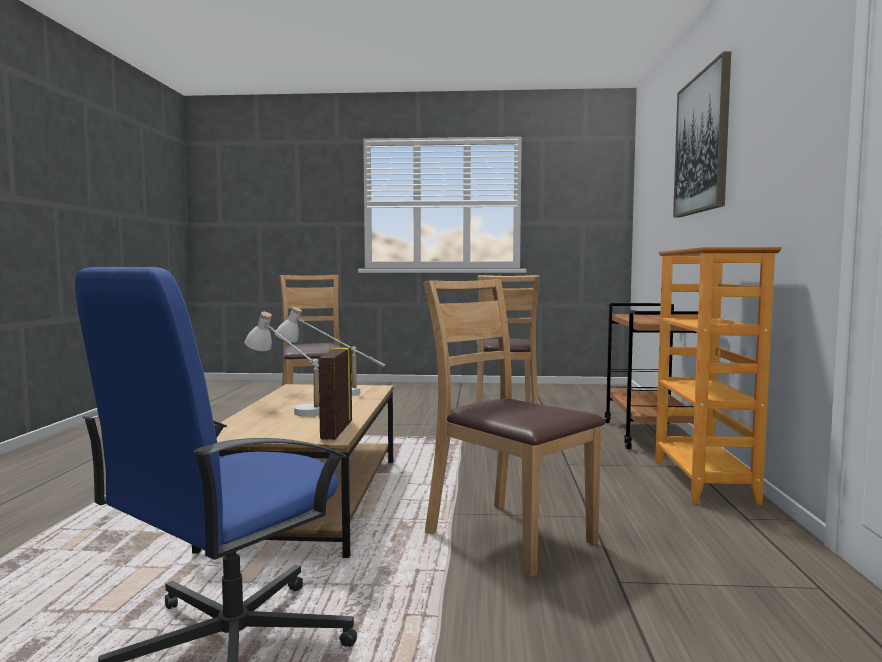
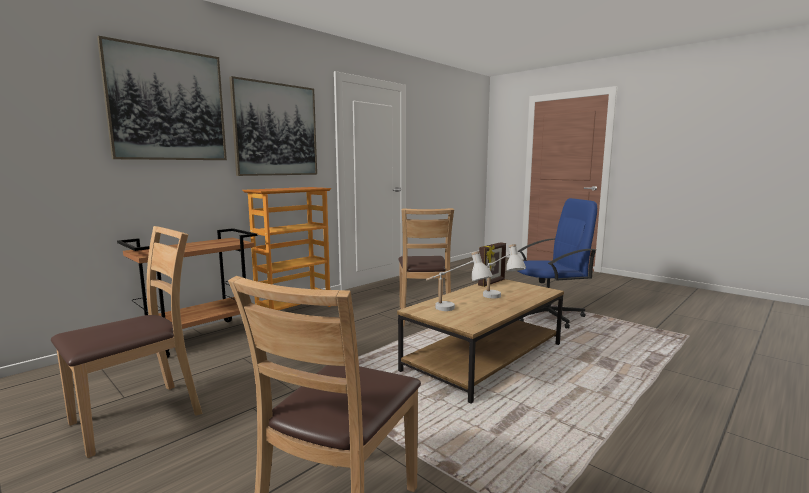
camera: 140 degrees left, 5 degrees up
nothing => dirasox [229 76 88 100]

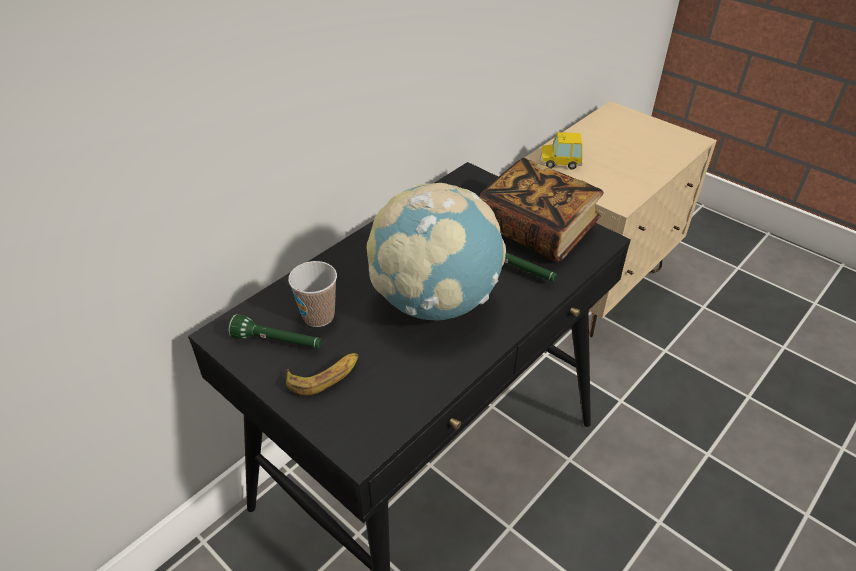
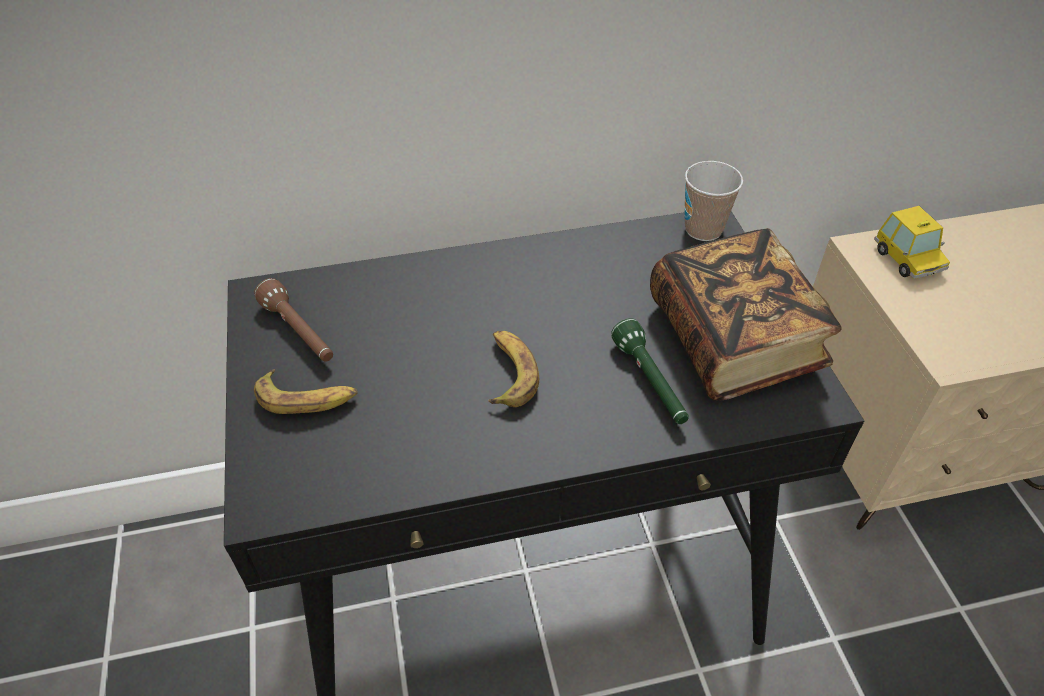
camera: 35 degrees right, 5 degrees up
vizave [540 132 42 38] => vizave [874 206 76 73], 150 degrees counterclockwise
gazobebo [367 183 139 138] => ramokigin [488 331 51 76]
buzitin [288 261 49 66] => buzitin [684 161 59 80], move
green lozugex [228 314 94 34] => brown lozugex [254 278 79 84]

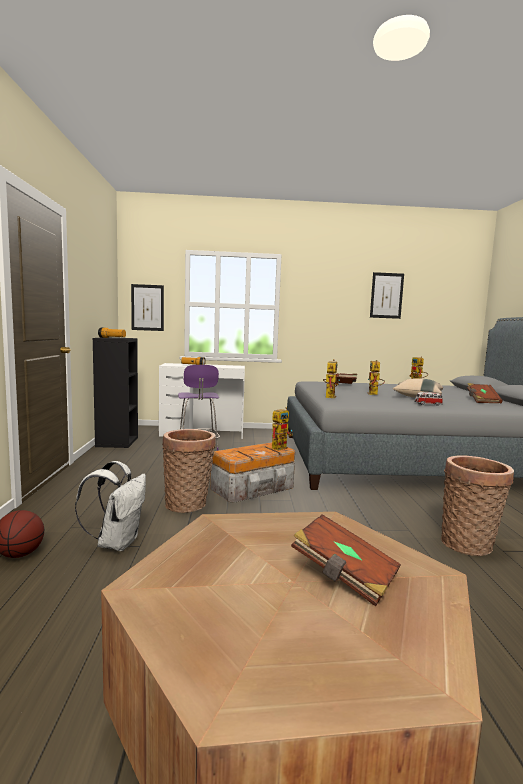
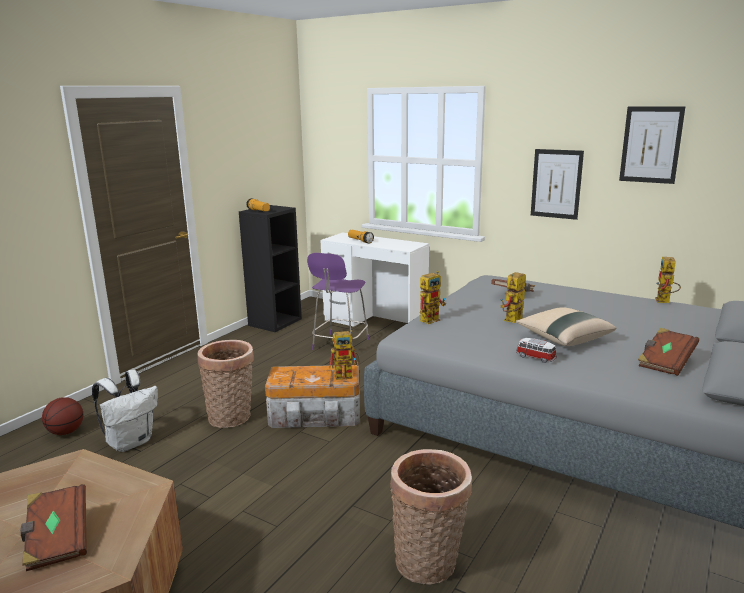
camera: 35 degrees right, 10 degrees up
dirasox [131 284 33 47] => dirasox [531 149 53 71], move

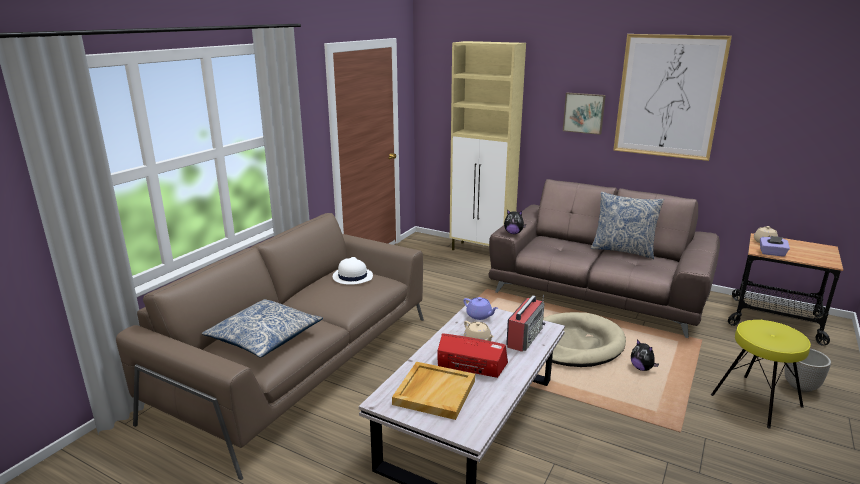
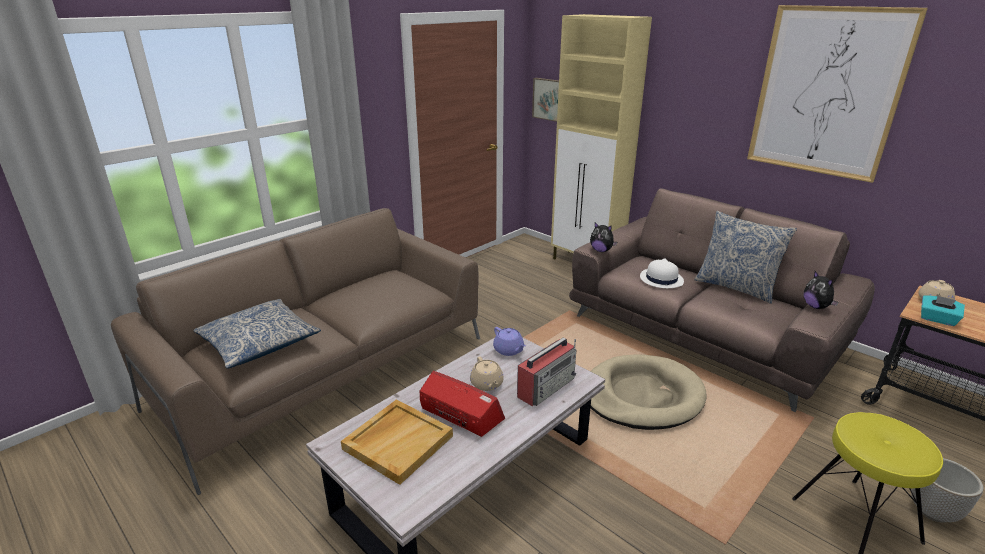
camera: 15 degrees right, 5 degrees up
dirasox [563 93 43 42] => dirasox [532 78 27 44], move
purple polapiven [760 236 30 20] => turquoise polapiven [921 295 44 31]
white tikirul [333 257 40 28] => white tikirul [640 259 44 29], move
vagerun [631 339 28 32] => vagerun [804 271 35 38], move

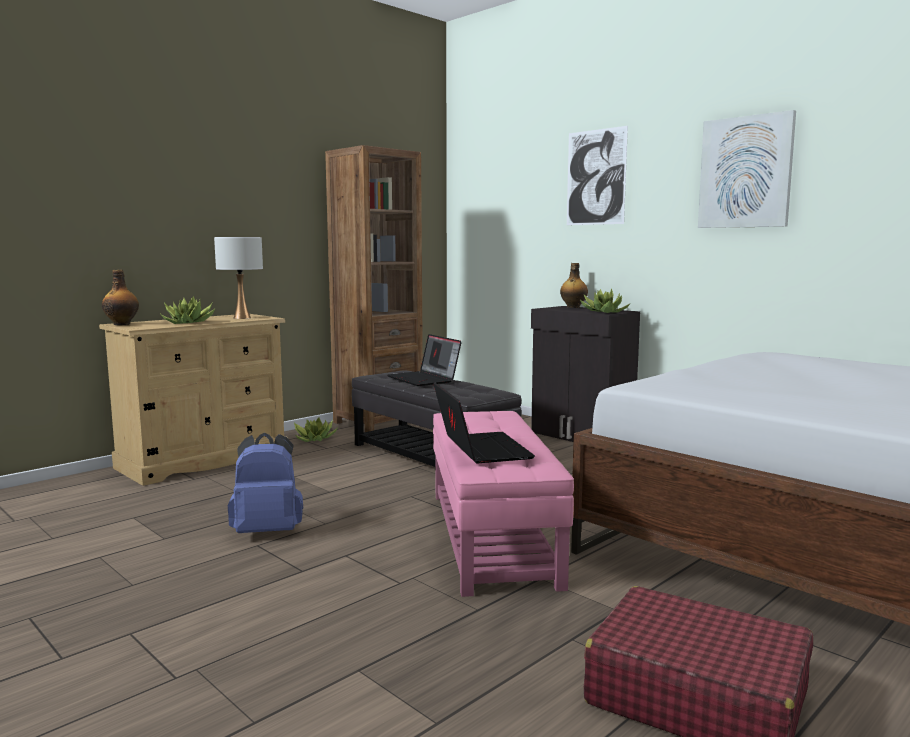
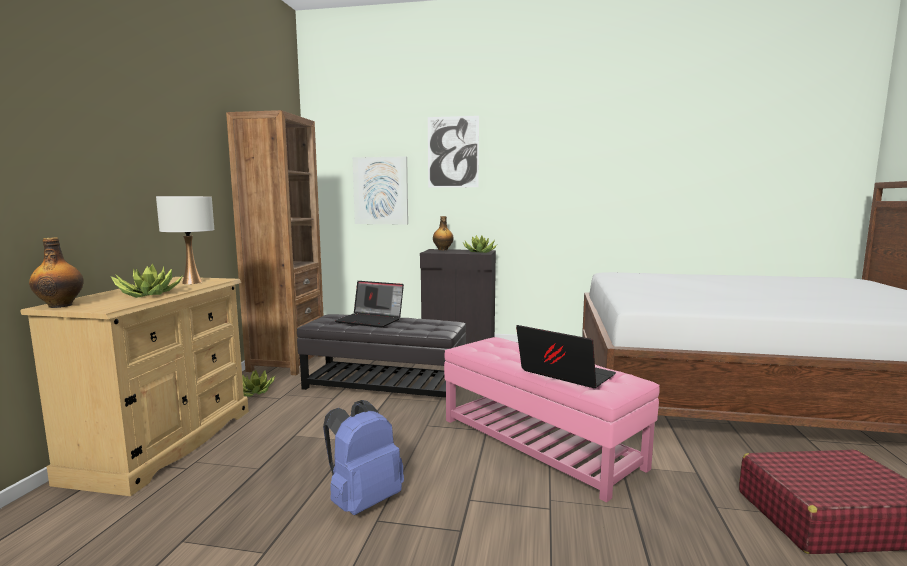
camera: 35 degrees left, 0 degrees up
dirasox [698 110 98 118] => dirasox [353 156 55 69], move

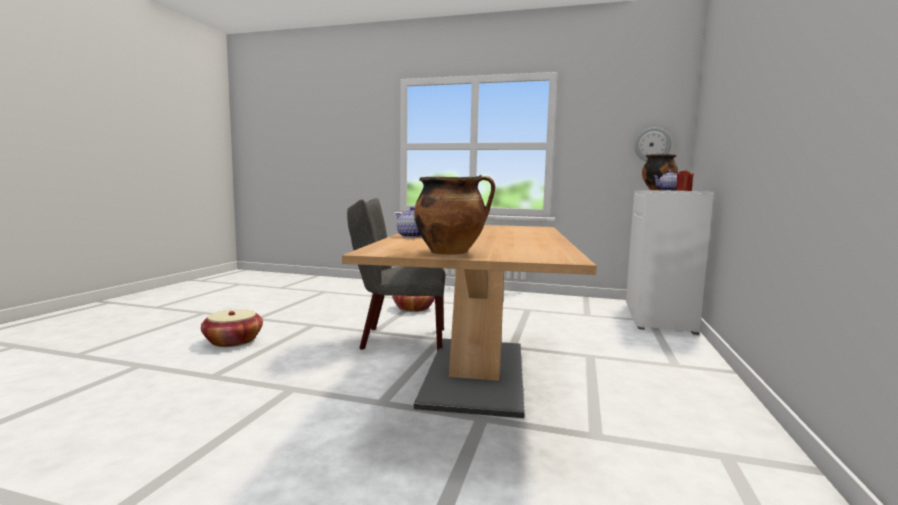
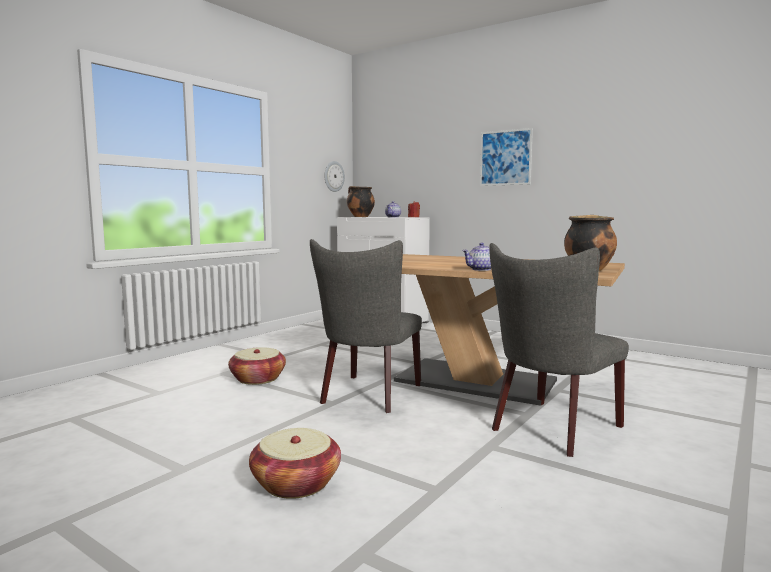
camera: 70 degrees left, 0 degrees up
nothing => dirasox [480 128 53 58]
nothing => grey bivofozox [489 243 140 214]

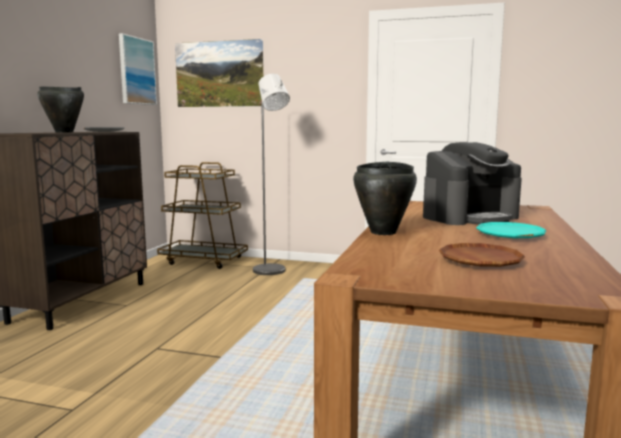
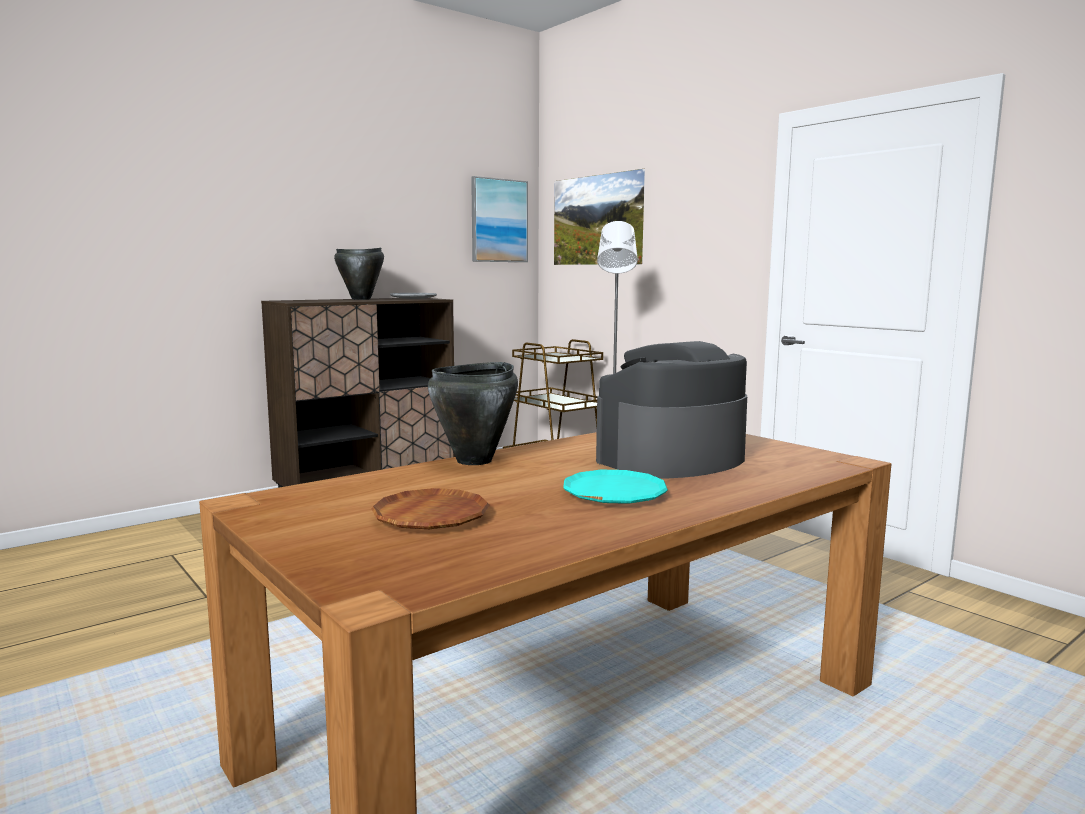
camera: 35 degrees right, 0 degrees up
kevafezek [423 142 99 83] => kevafezek [596 341 151 138], 135 degrees clockwise

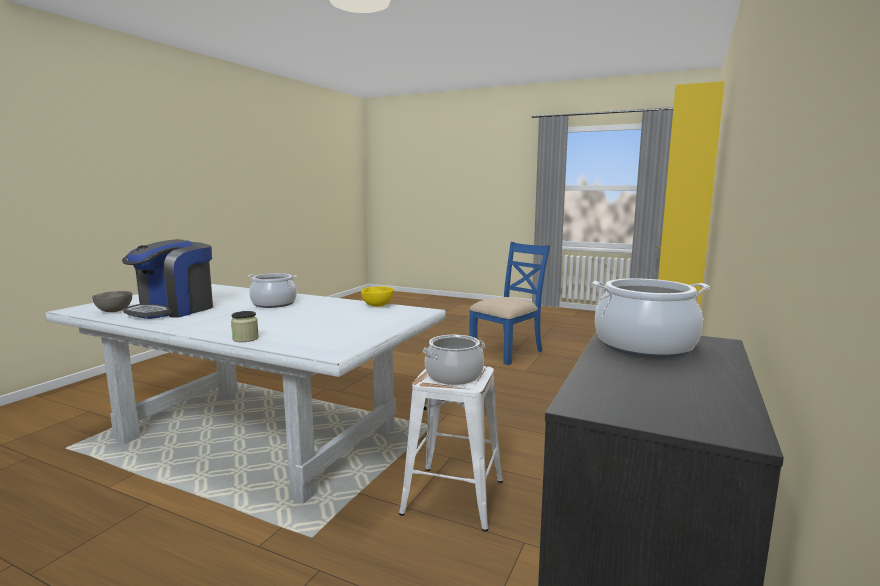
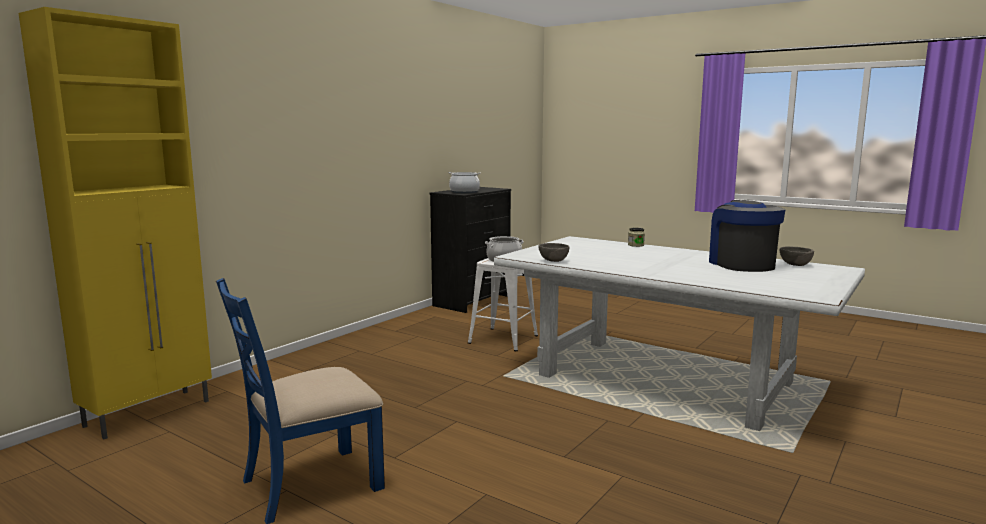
camera: 170 degrees left, 0 degrees up
kevafezek [122 239 91 80] => kevafezek [709 200 77 72], 45 degrees counterclockwise
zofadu [247 273 50 35] => nothing
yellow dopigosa [361 286 33 21] => grey dopigosa [539 243 30 19]

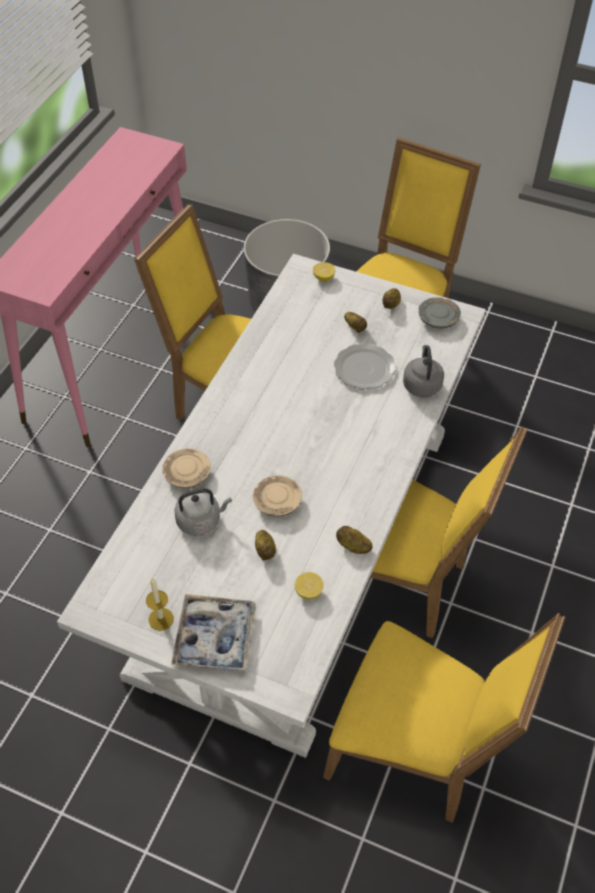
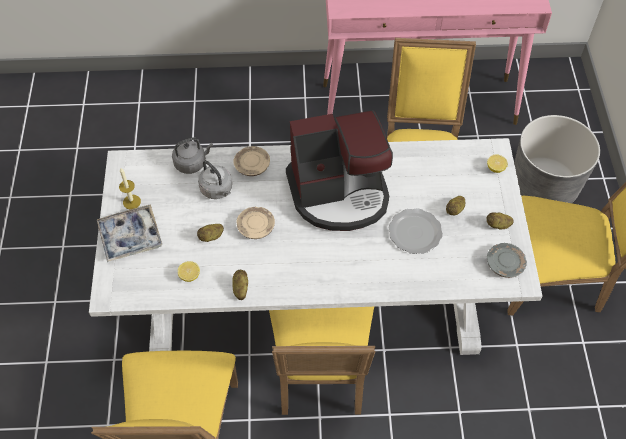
camera: 65 degrees right, 5 degrees up
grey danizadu [403 345 41 52] => grey danizadu [172 137 41 37], move
nothing => kevafezek [286 110 107 121]

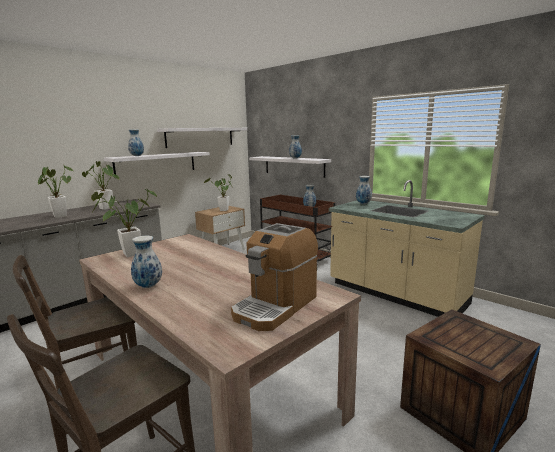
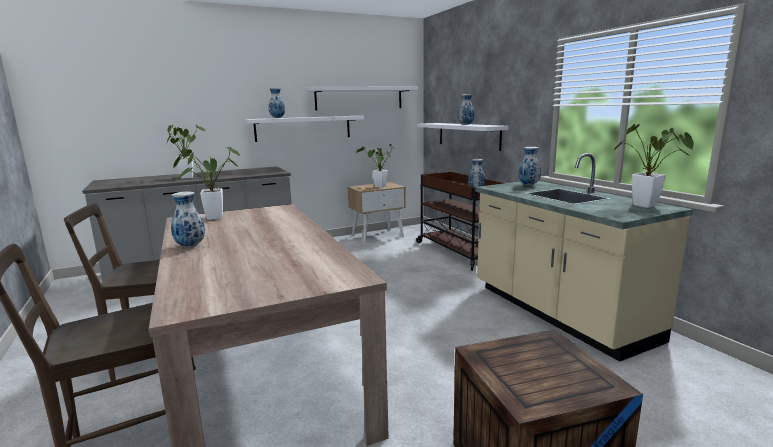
camera: 20 degrees right, 0 degrees up
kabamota [82 161 37 49] => kabamota [614 124 80 84], move
kevafezek [231 223 87 108] => nothing

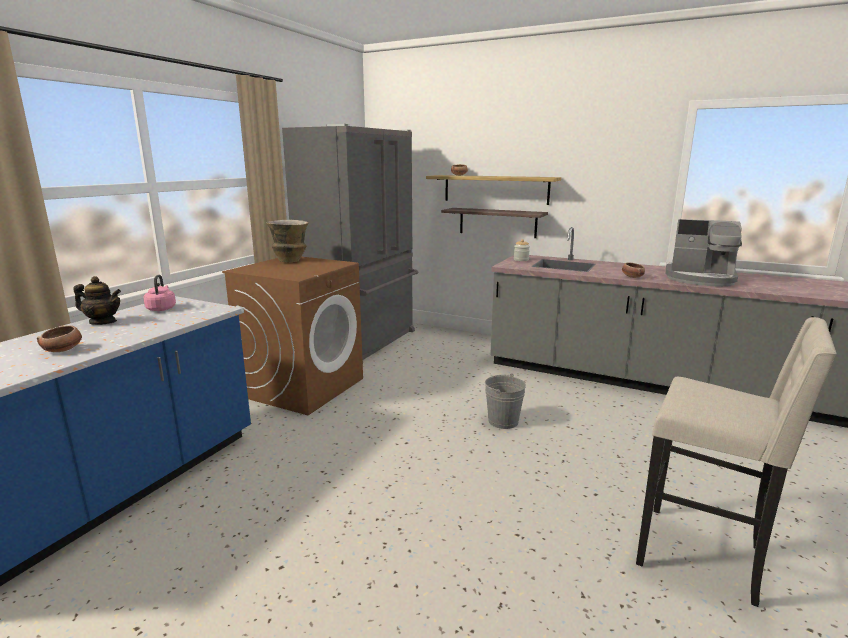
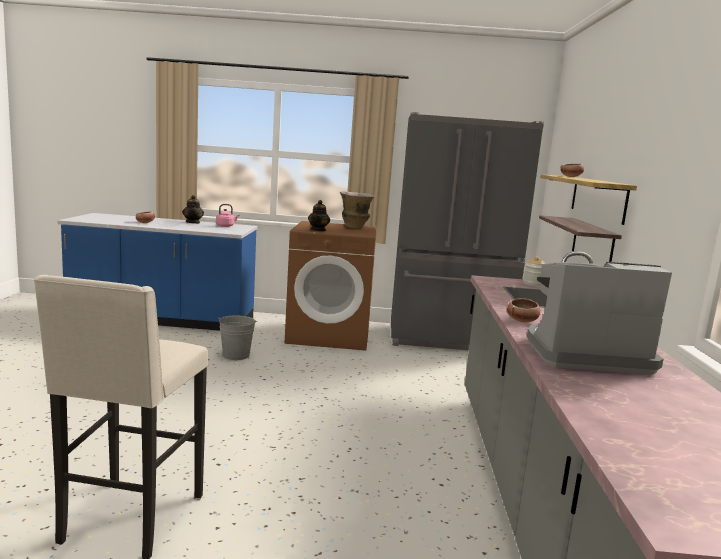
camera: 65 degrees right, 5 degrees down
kevafezek [666 219 76 68] => kevafezek [527 262 145 113], 90 degrees clockwise
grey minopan [485 373 41 56] => grey minopan [218 316 39 44], move
nothing => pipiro [308 200 22 31]

